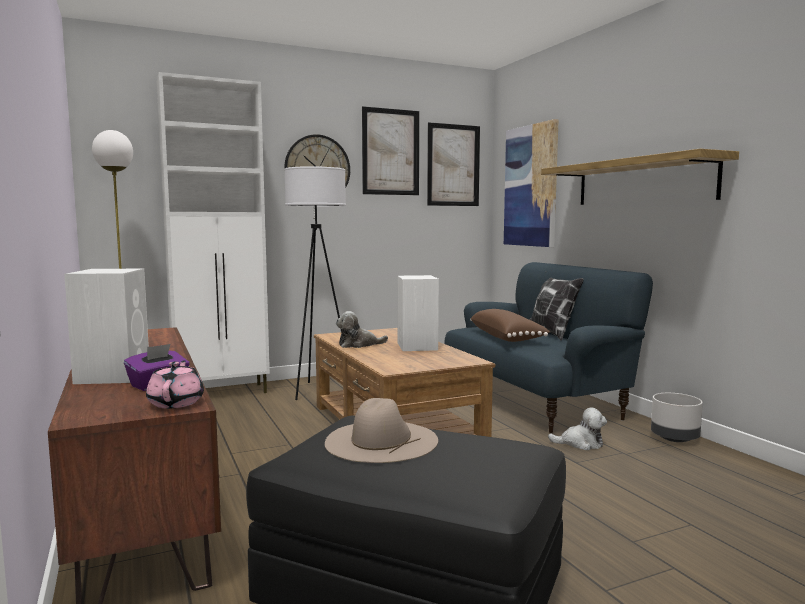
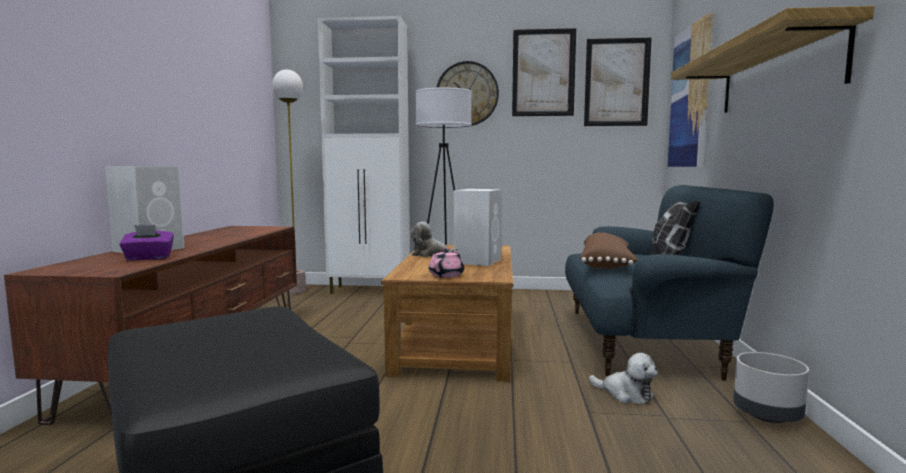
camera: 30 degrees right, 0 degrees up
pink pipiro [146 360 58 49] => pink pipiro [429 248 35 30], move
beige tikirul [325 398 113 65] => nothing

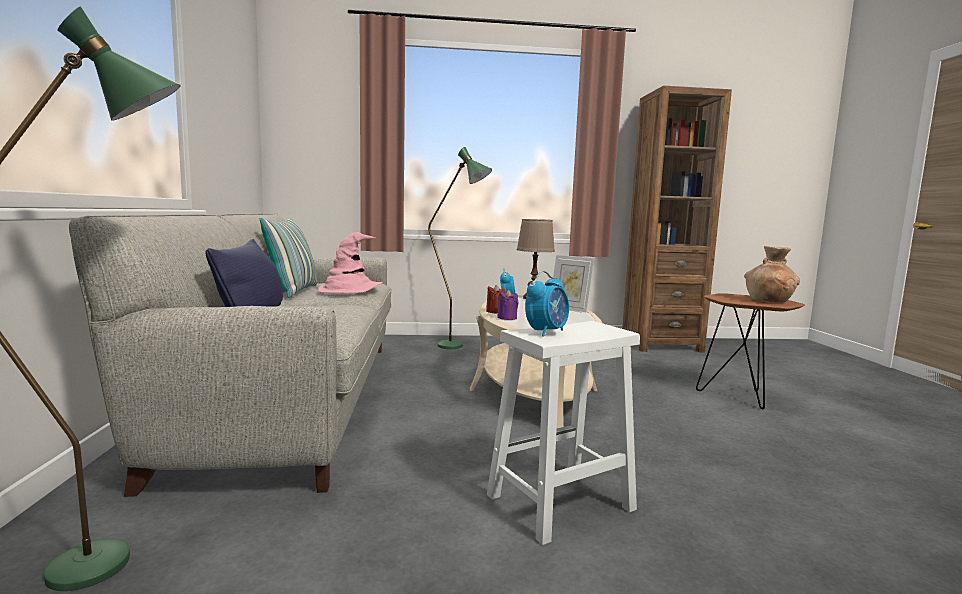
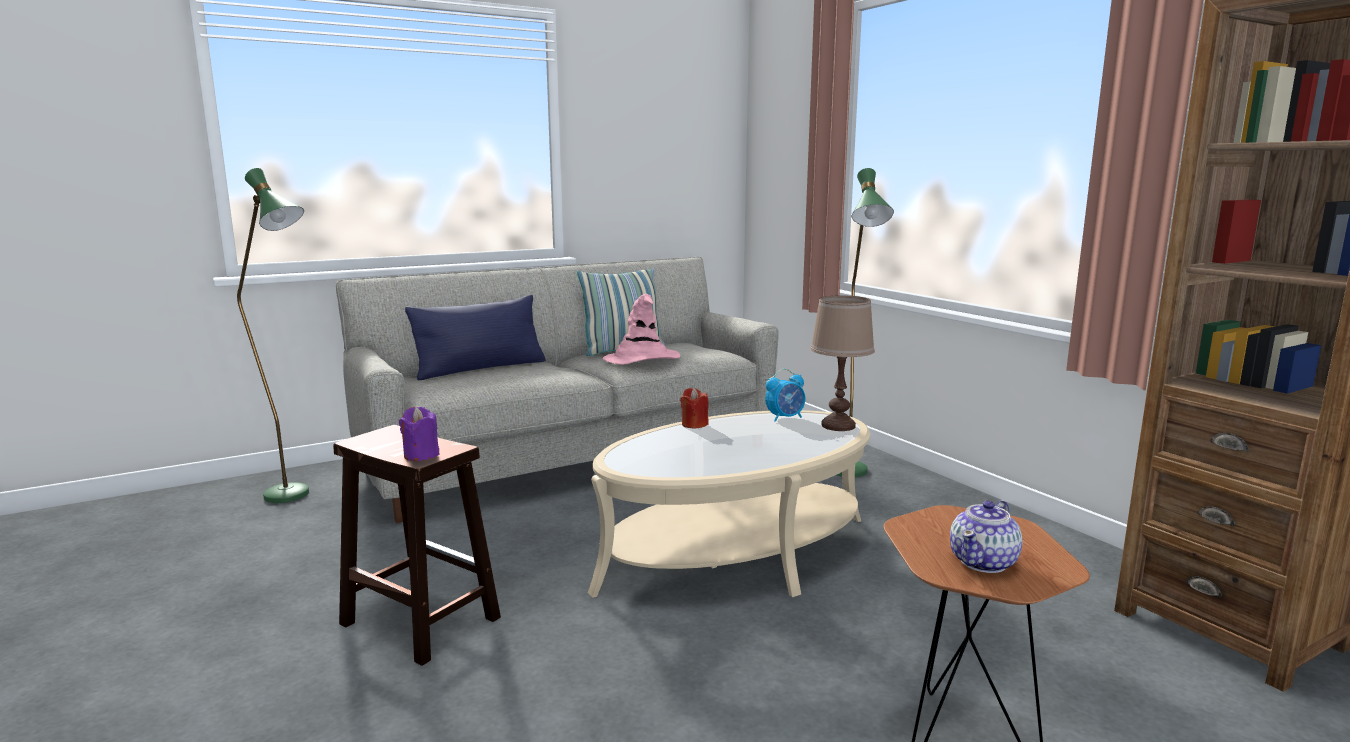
camera: 65 degrees right, 5 degrees up
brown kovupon [744 246 56 56] => pipiro [950 500 73 73]
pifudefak [553 255 41 57] => nothing
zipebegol [525 271 44 66] => nothing
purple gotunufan [497 290 21 30] => purple gotunufan [399 407 41 54], move
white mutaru [487 321 153 224] => brown mutaru [333 425 168 241]

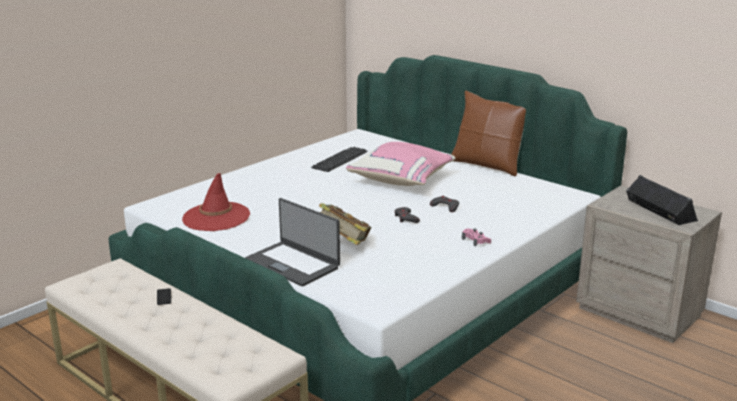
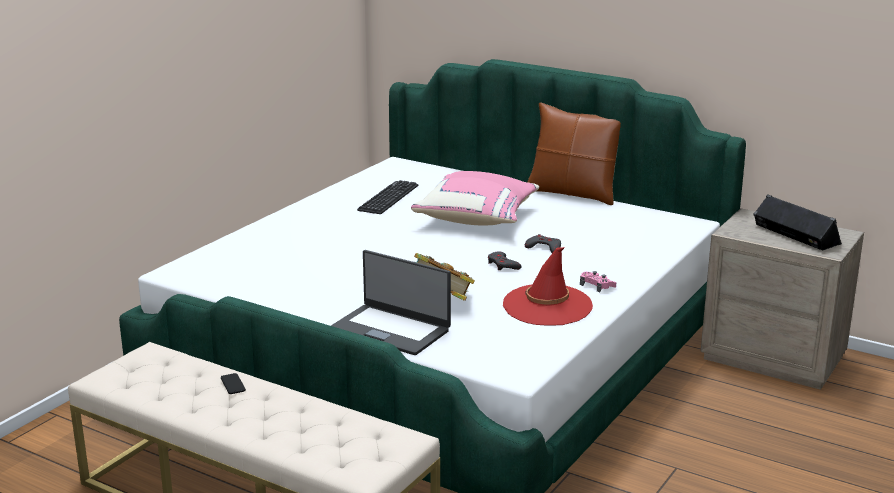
camera: 10 degrees left, 0 degrees up
red tikirul [182 173 68 58] => red tikirul [503 247 90 78], move

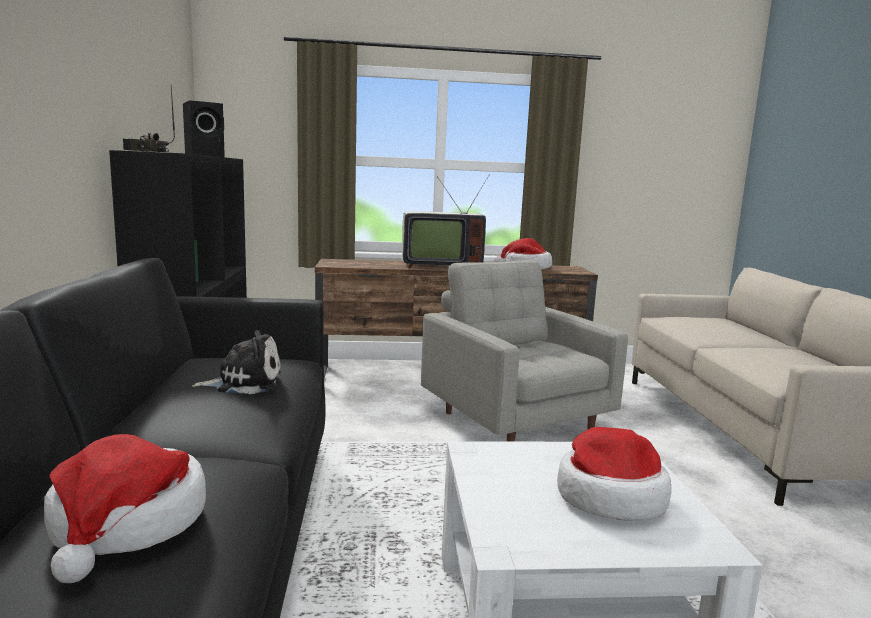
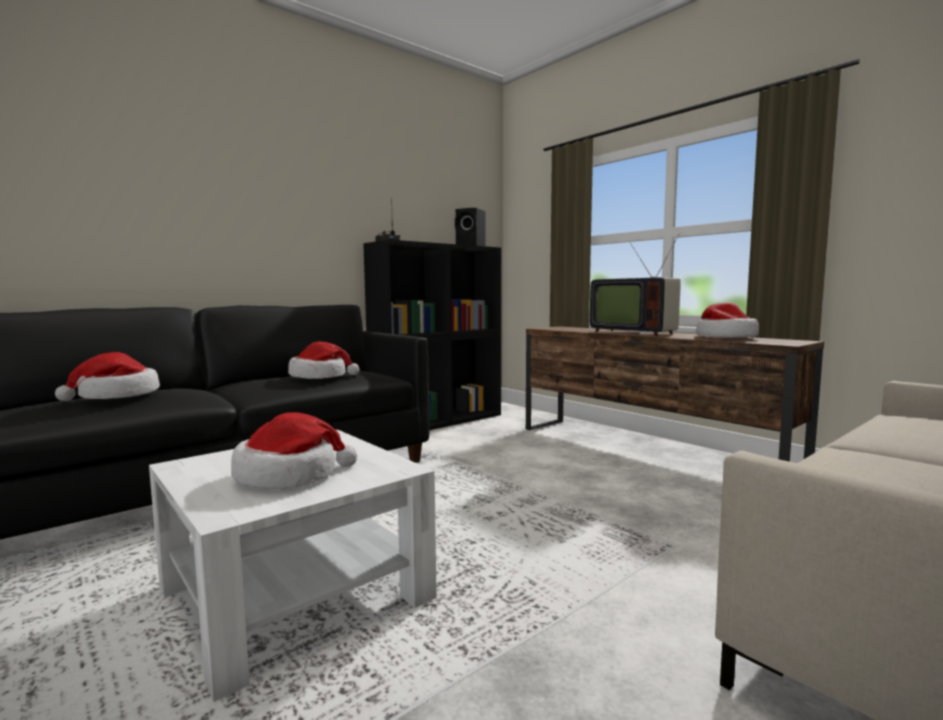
camera: 55 degrees right, 5 degrees down
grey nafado [421 260 207 182] => nothing
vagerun [192 330 89 64] => tikirul [288 342 71 37]

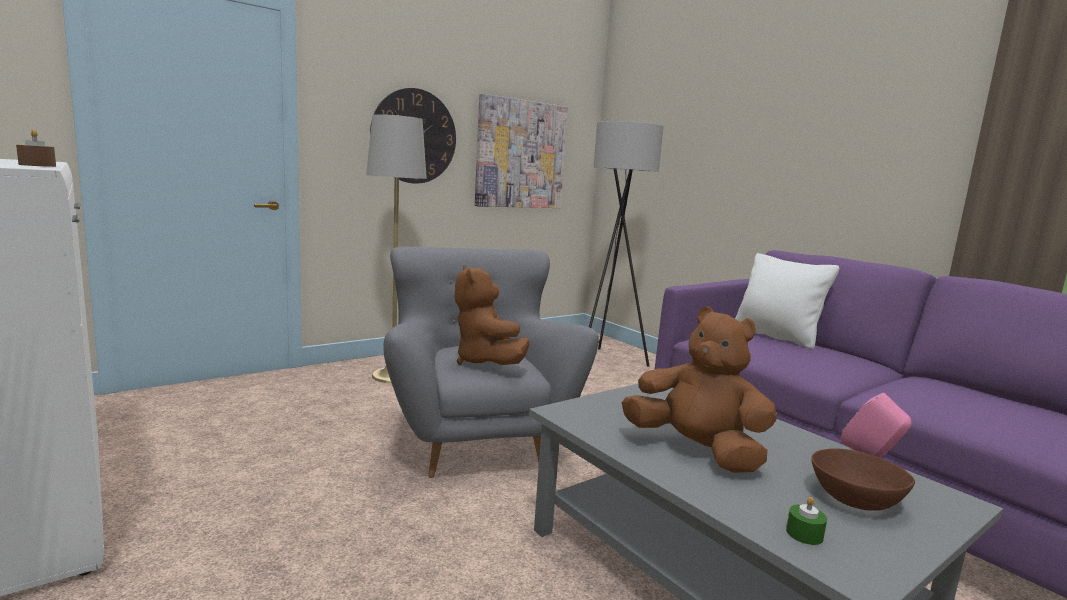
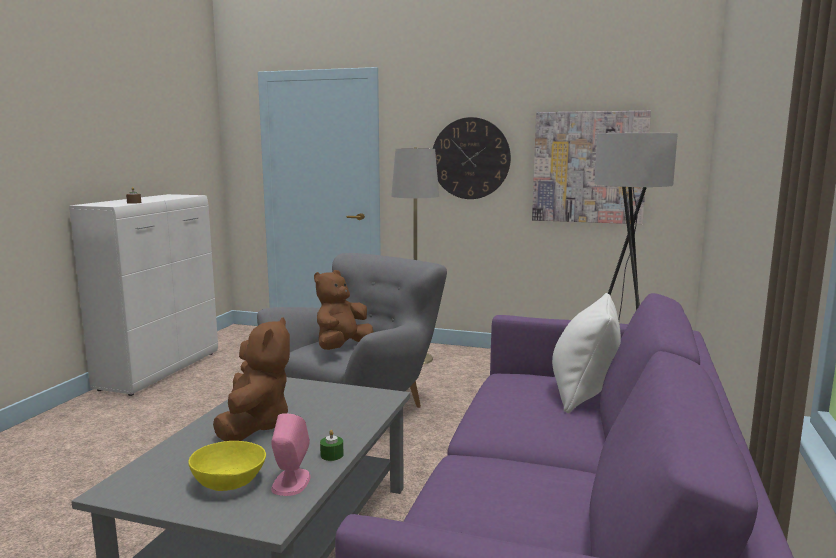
camera: 55 degrees right, 0 degrees up
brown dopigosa [811 448 104 63] => yellow dopigosa [188 441 78 50]
green gotunufan [786 497 41 48] => green gotunufan [320 430 24 31], move

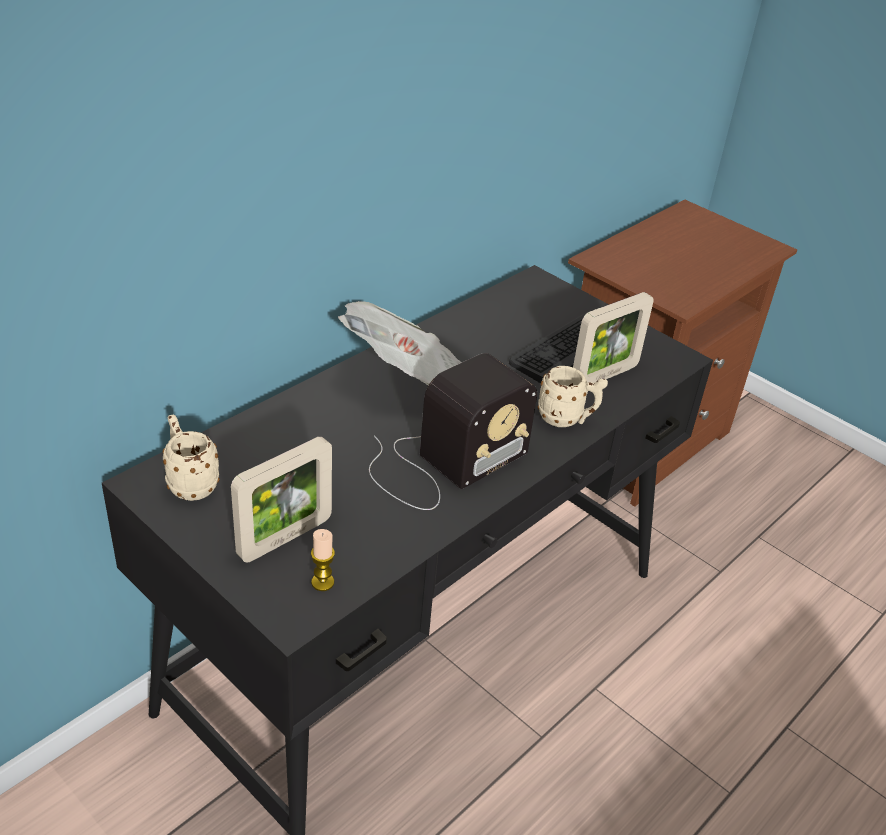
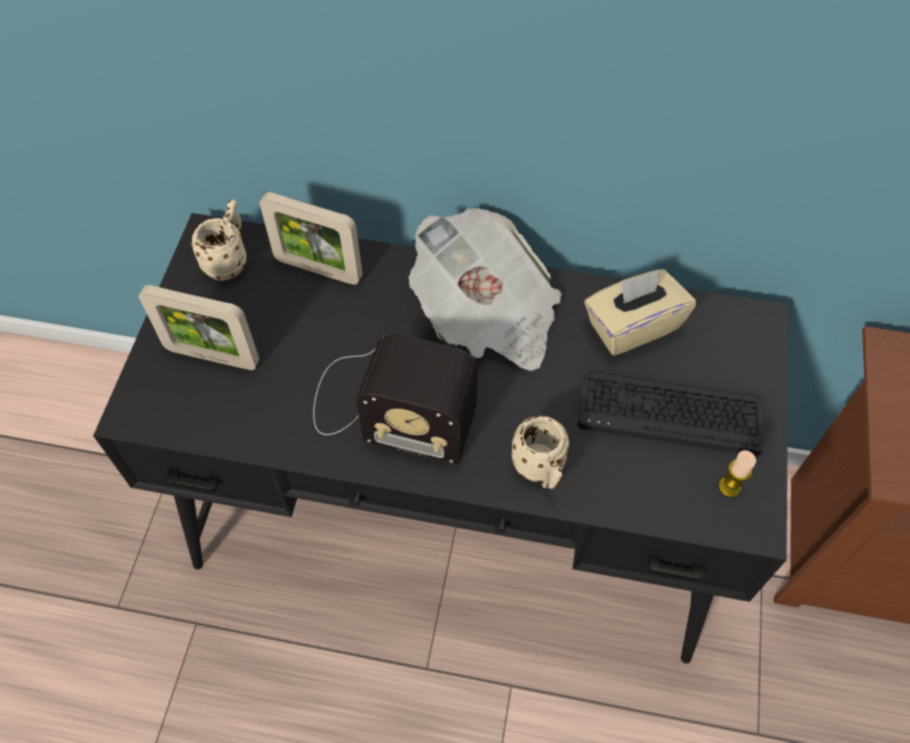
camera: 60 degrees right, 20 degrees up
pifudefak [573 292 81 91] => pifudefak [260 192 103 93], move
gotunufan [311 529 24 62] => gotunufan [718 450 38 48], move
nothing => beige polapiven [585 269 111 87]

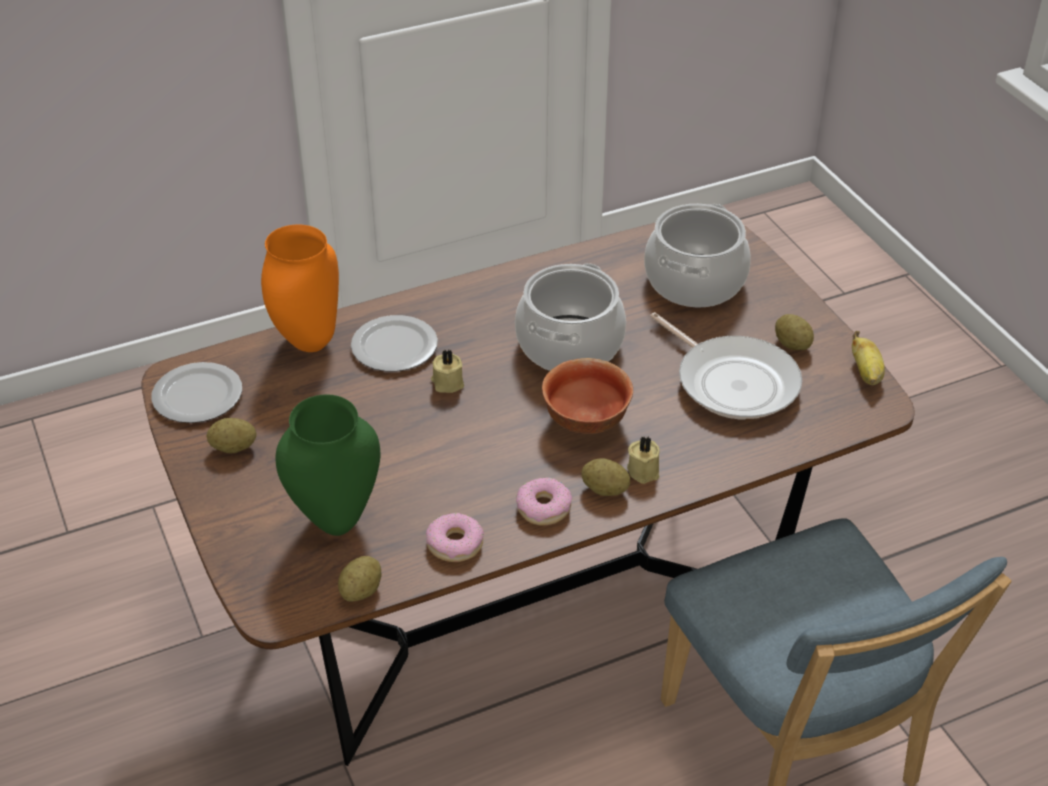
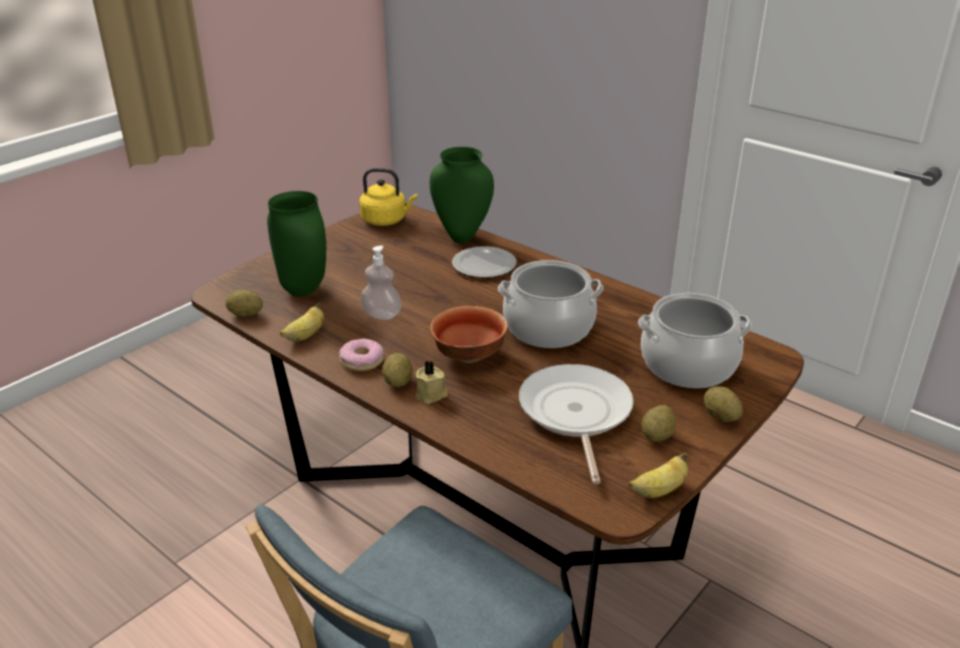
camera: 65 degrees right, 10 degrees down
orange kovupon [261 225 78 127] => green kovupon [430 147 64 96]
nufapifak [650 312 152 107] => nufapifak [519 364 115 120], 150 degrees clockwise
beige gotunufan [431 349 33 44] => nothing
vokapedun [151 362 91 61] => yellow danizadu [359 168 58 58]
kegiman [206 418 50 35] => kegiman [704 387 39 35], move
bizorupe [426 513 58 49] => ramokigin [280 303 44 38]
nothing => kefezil [361 245 41 75]

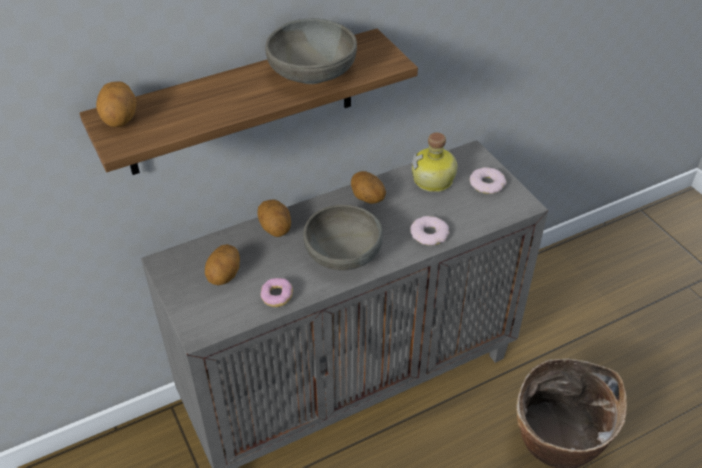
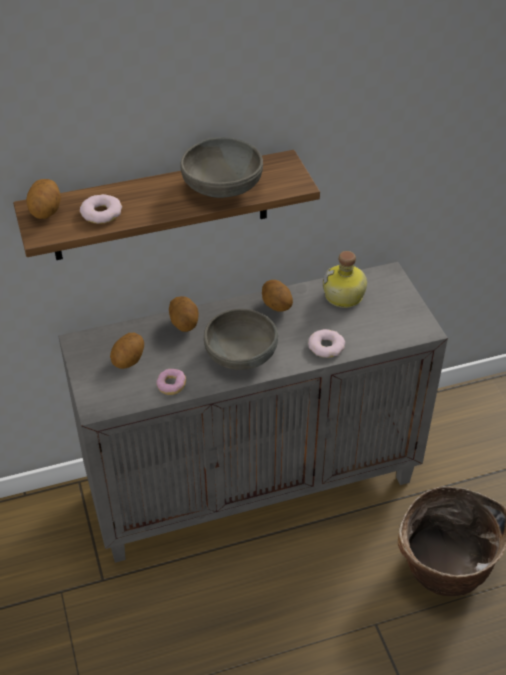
camera: 10 degrees right, 0 degrees up
bizorupe [470 167 37 27] => bizorupe [80 194 42 30], move

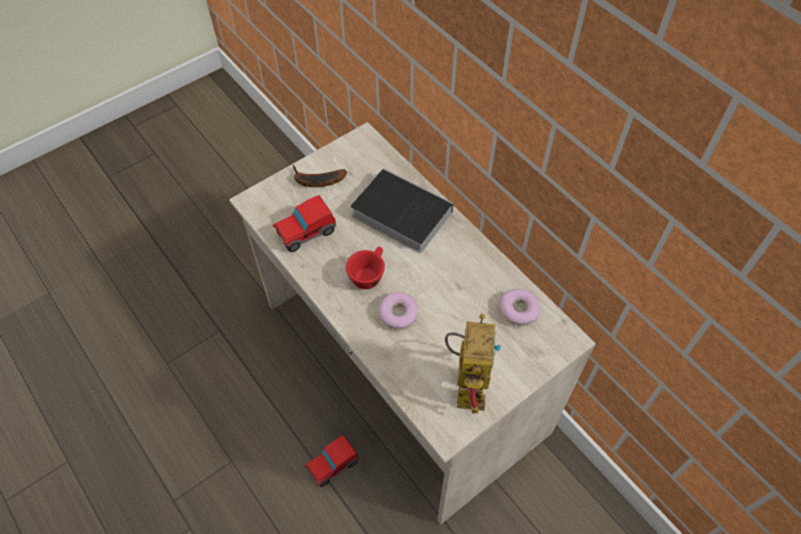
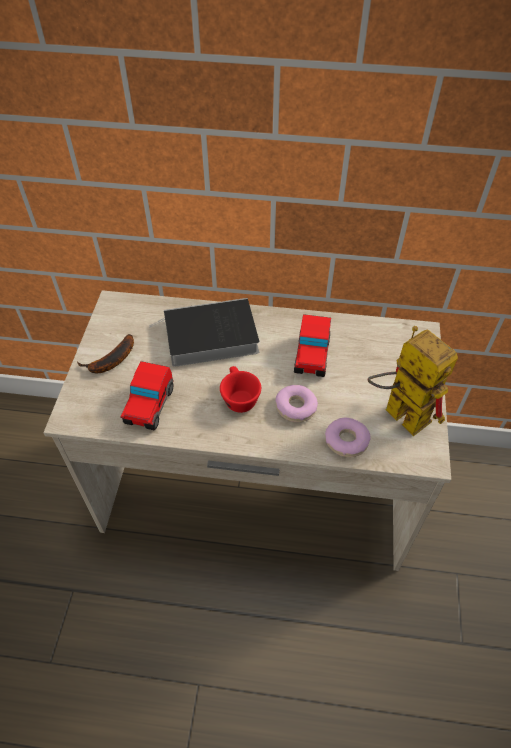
camera: 45 degrees left, 5 degrees down
bizorupe [500 289 40 37] => bizorupe [325 418 46 39], move
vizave [305 435 54 52] => vizave [294 314 37 63], move

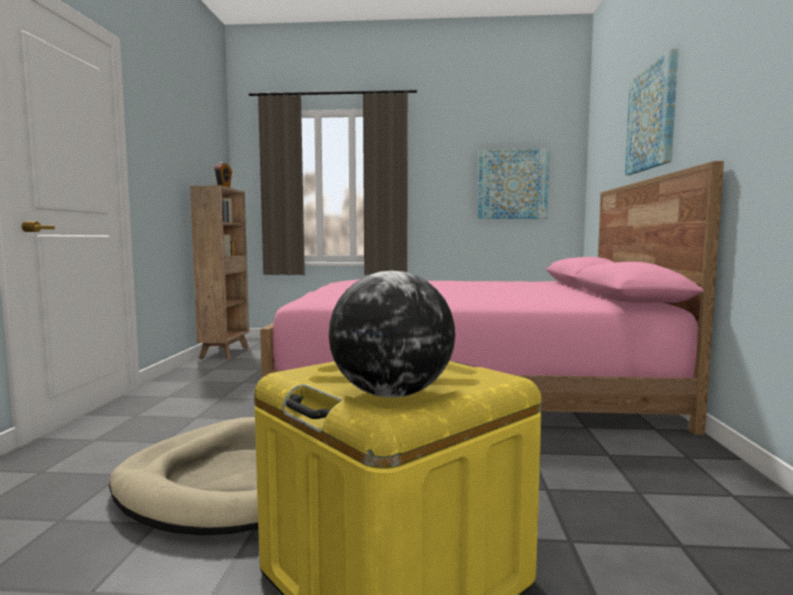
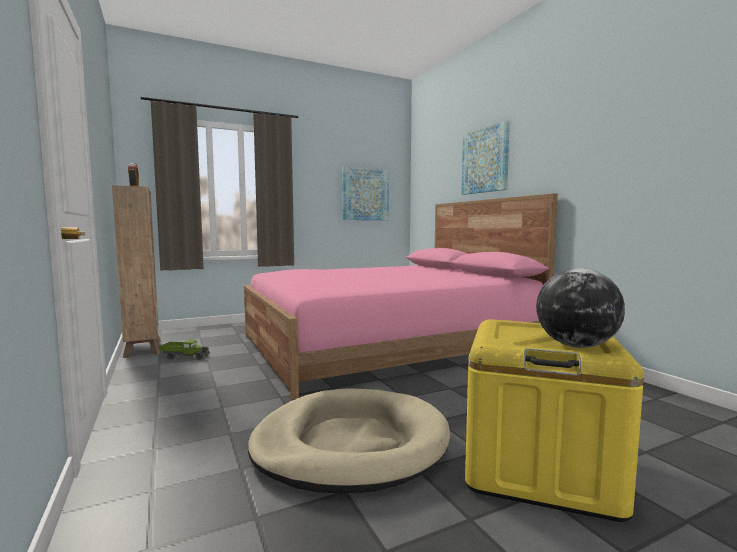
camera: 30 degrees left, 0 degrees up
nothing => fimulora [159 339 51 21]

